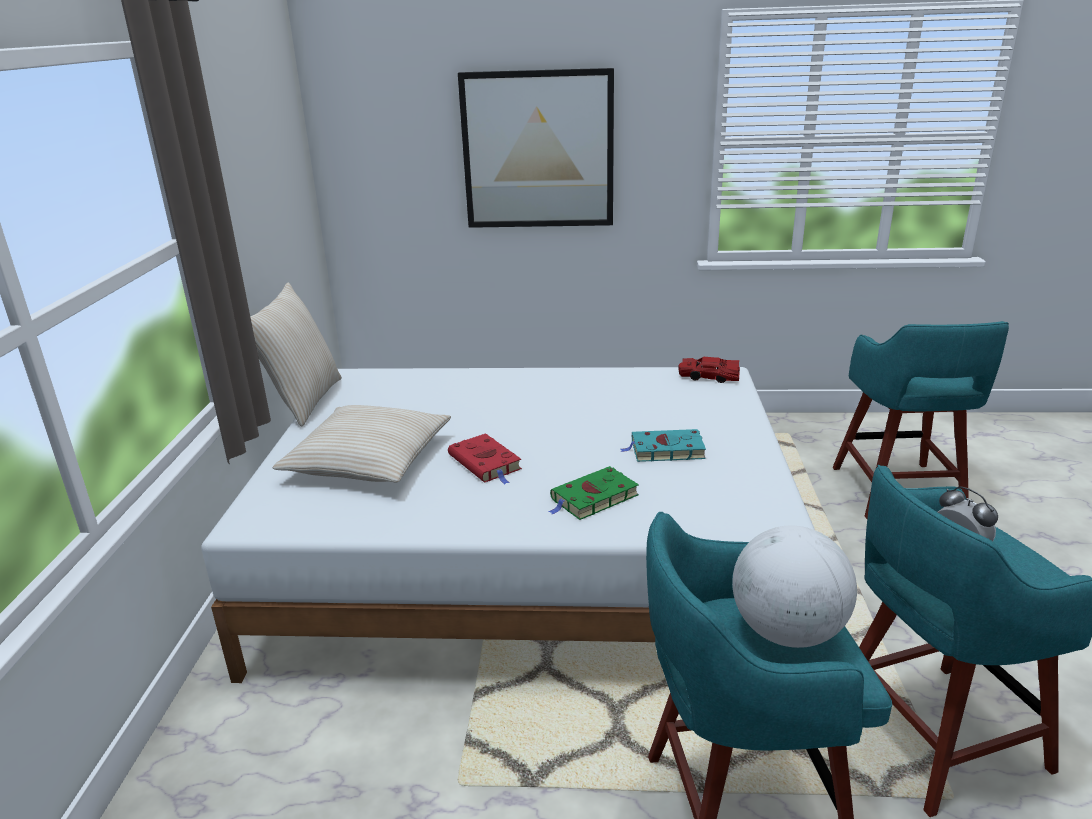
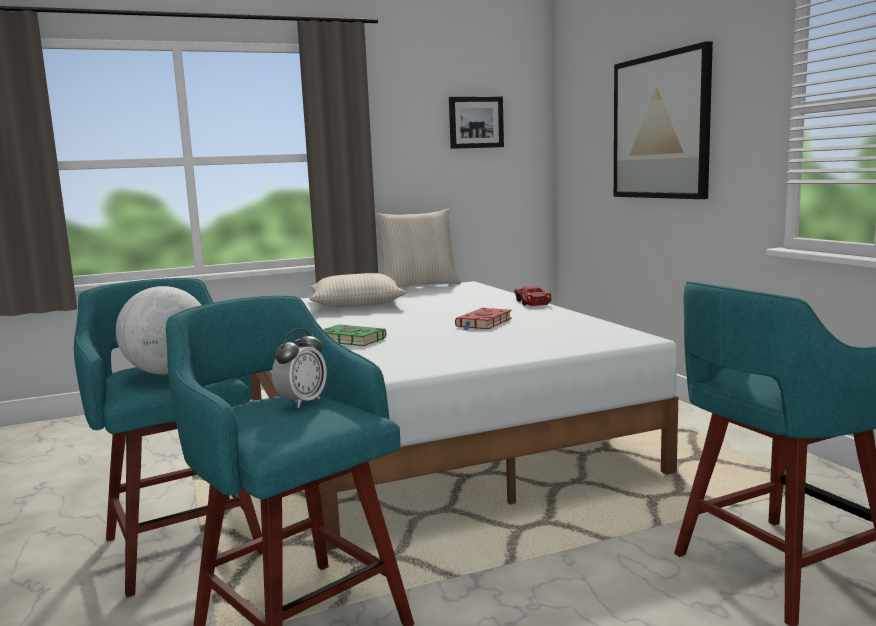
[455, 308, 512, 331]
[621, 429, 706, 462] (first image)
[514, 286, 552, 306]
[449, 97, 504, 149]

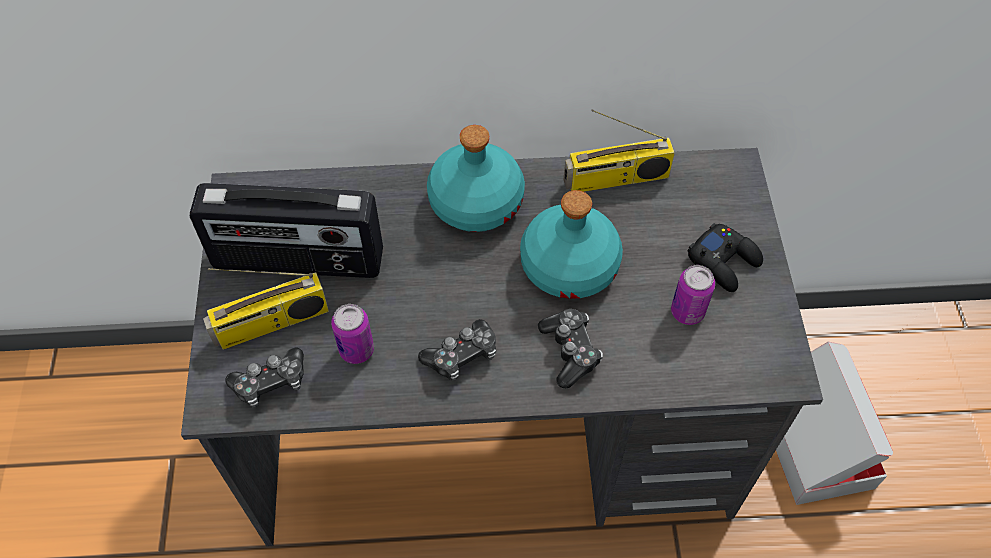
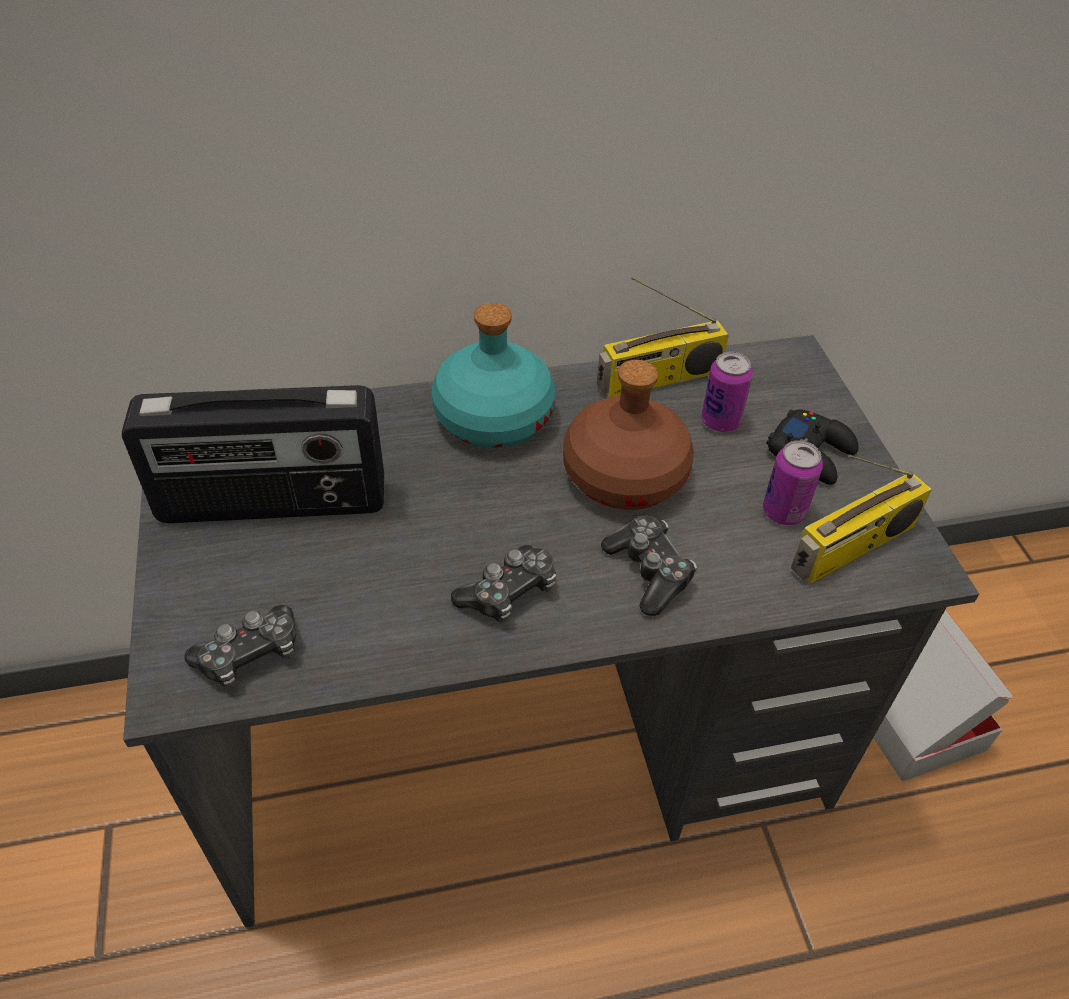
[791, 455, 932, 584]
[701, 352, 753, 432]
[563, 360, 694, 510]

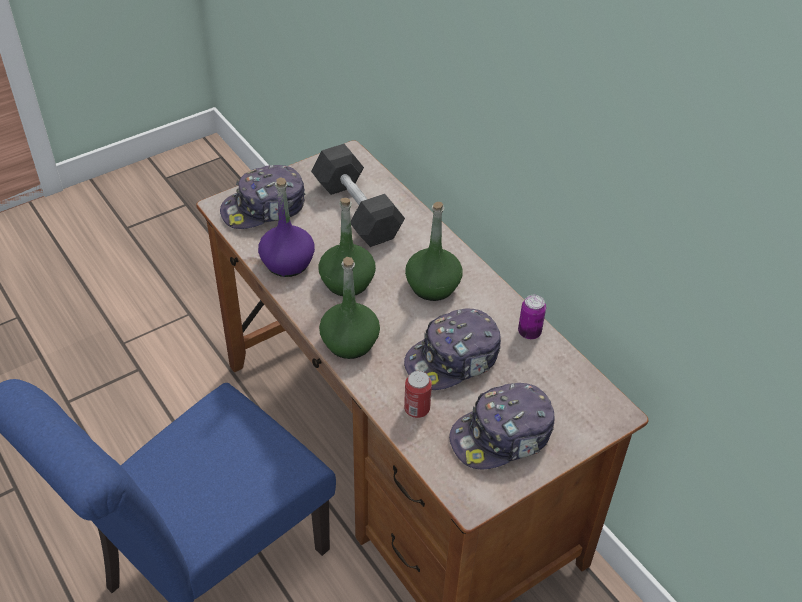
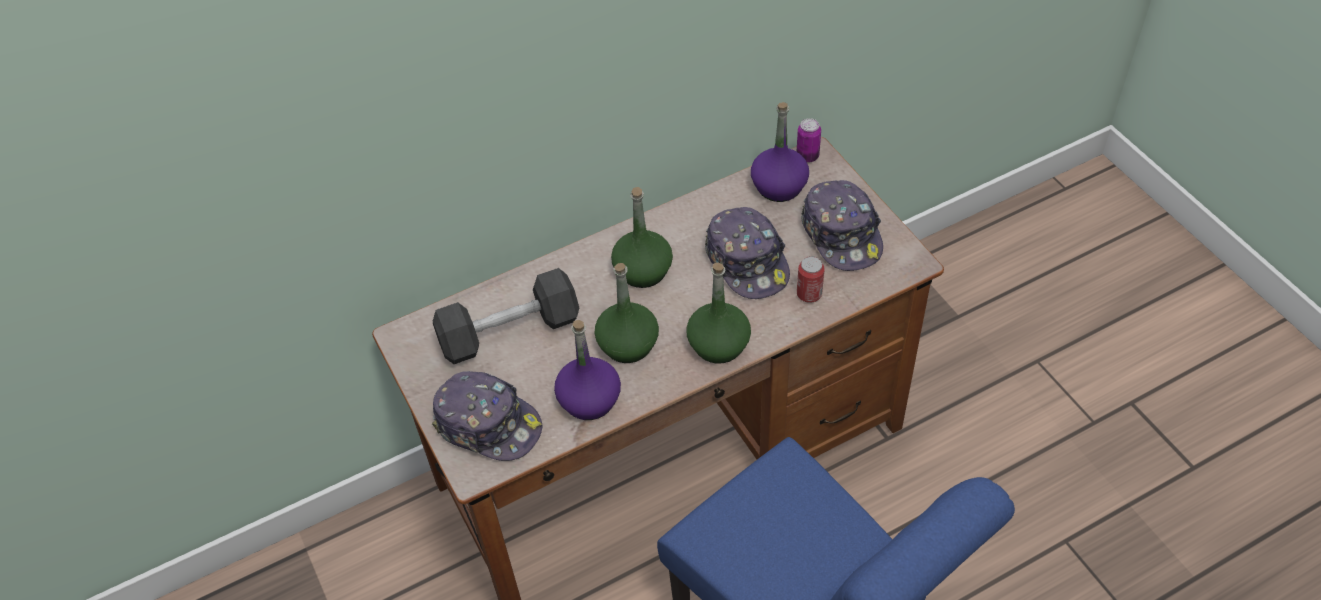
[432, 371, 542, 461]
[796, 118, 821, 163]
[751, 102, 809, 202]

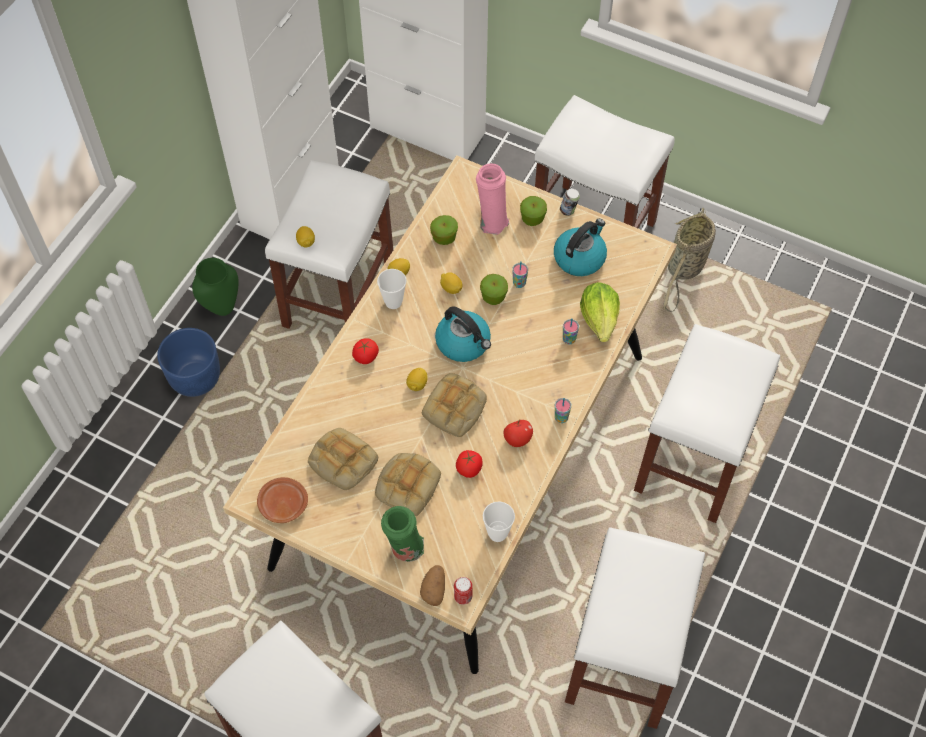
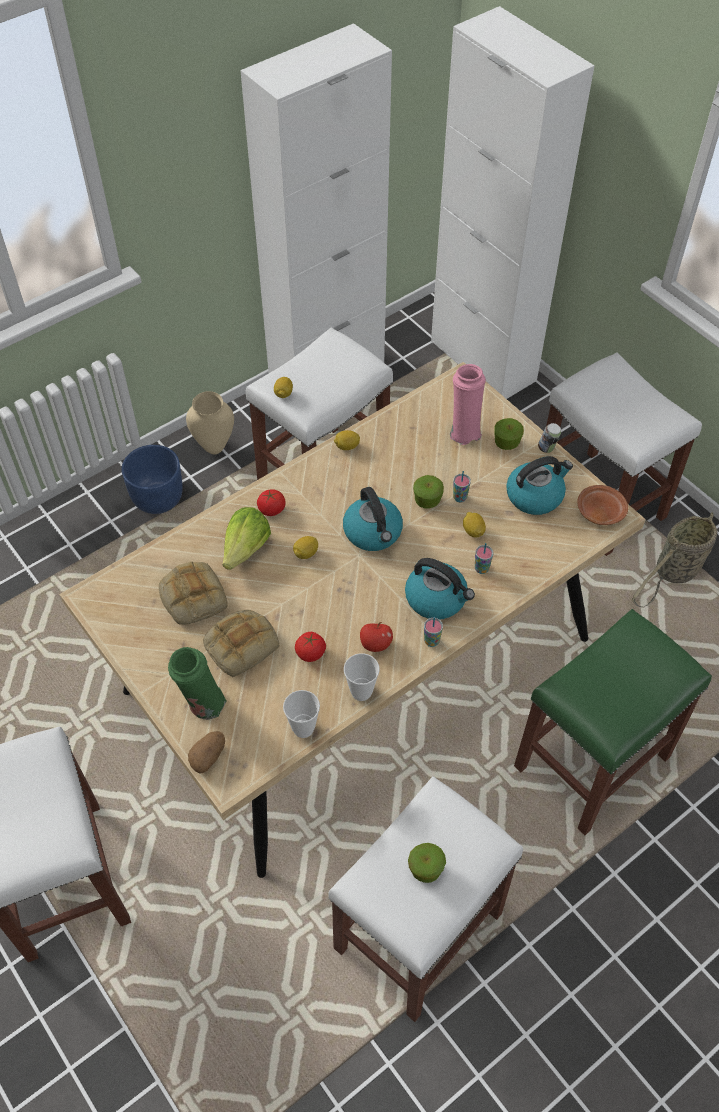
[186, 391, 234, 455]
[577, 485, 628, 525]
[344, 653, 380, 701]
[422, 373, 487, 437] (first image)
[408, 843, 446, 883]
[463, 512, 486, 537]
[454, 577, 473, 605] (first image)
[223, 507, 271, 570]
[514, 609, 712, 835]
[405, 558, 475, 620]

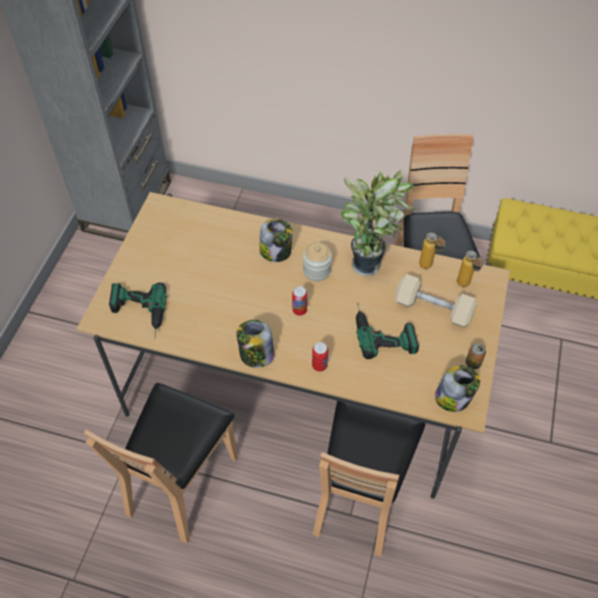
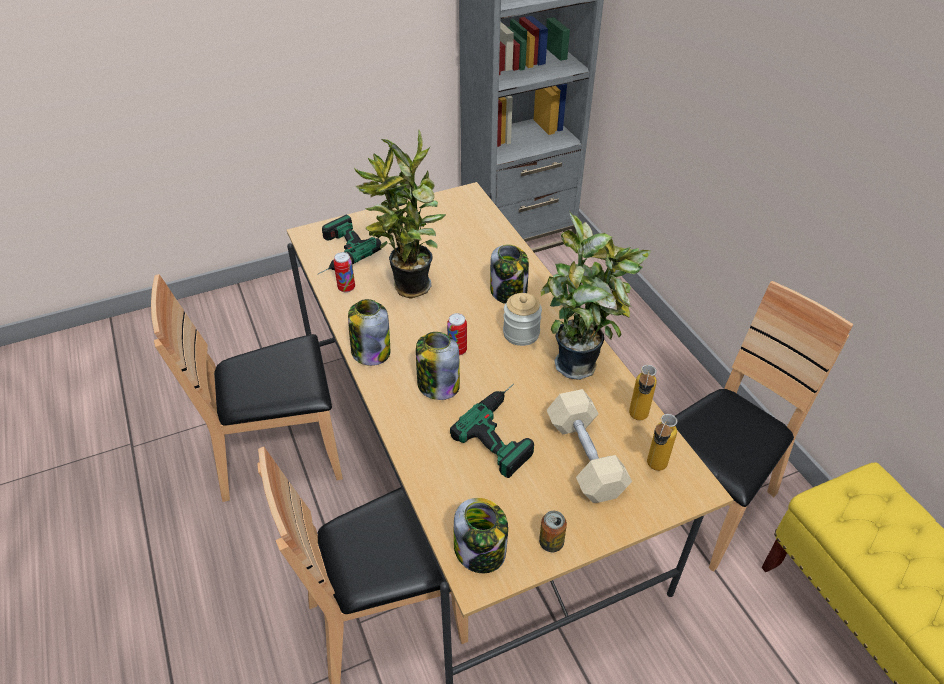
[334, 252, 355, 293]
[354, 130, 446, 299]
[416, 332, 460, 400]

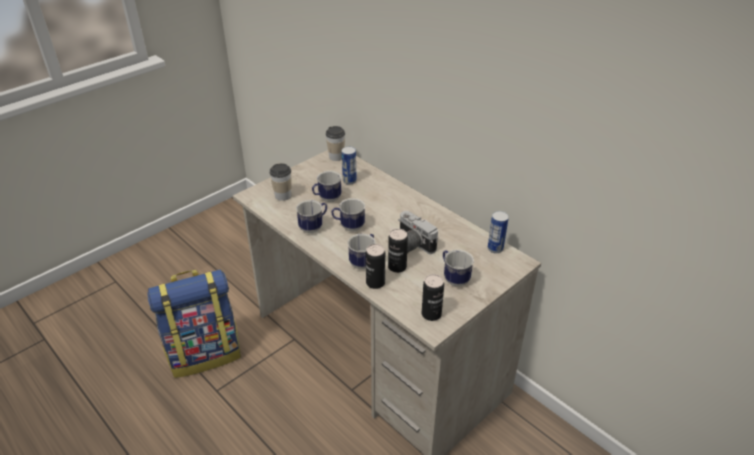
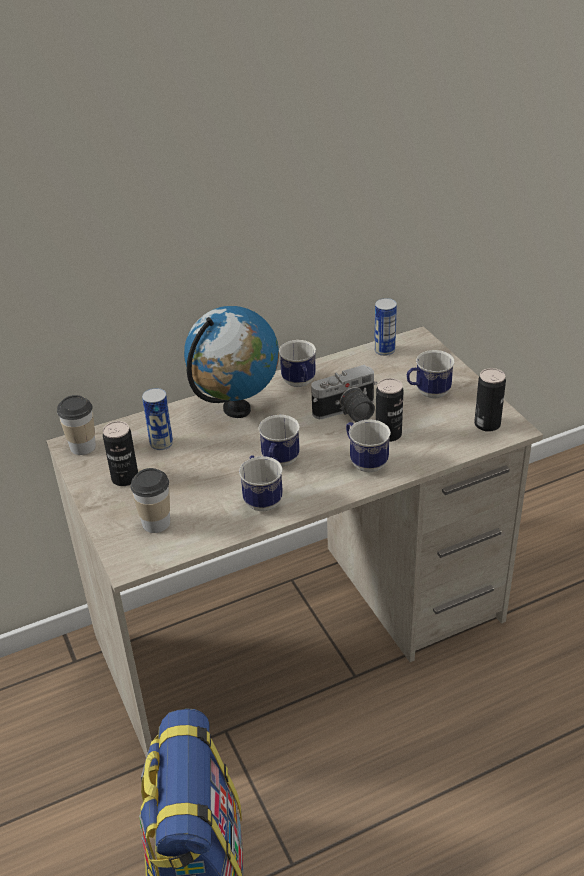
[279, 340, 316, 387]
[103, 421, 138, 486]
[184, 306, 279, 418]

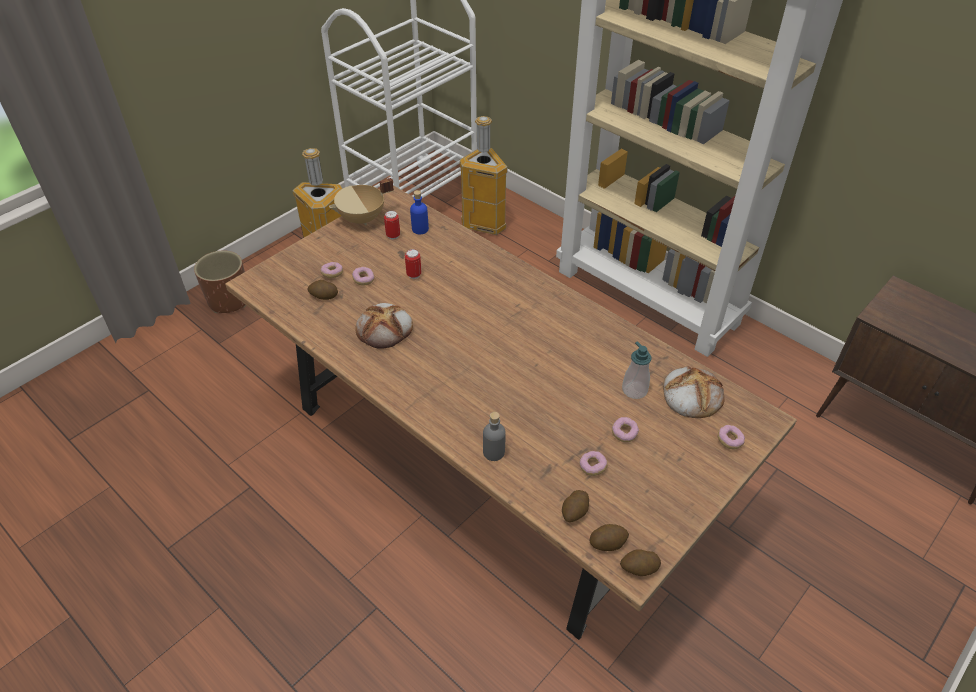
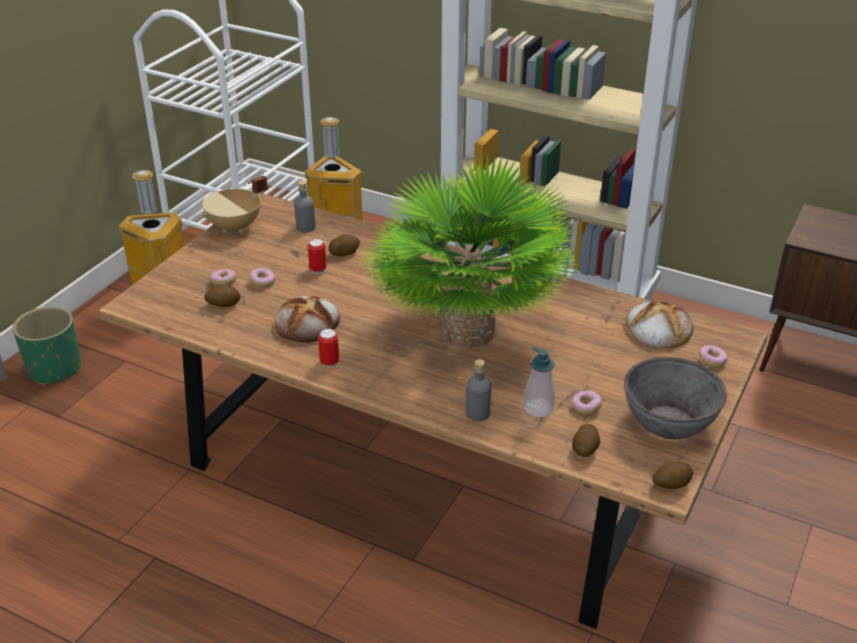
[13, 306, 81, 385]
[318, 329, 339, 367]
[294, 180, 316, 232]
[329, 234, 360, 256]
[612, 417, 639, 442] (first image)
[524, 346, 555, 418]
[360, 153, 580, 348]
[624, 357, 727, 439]

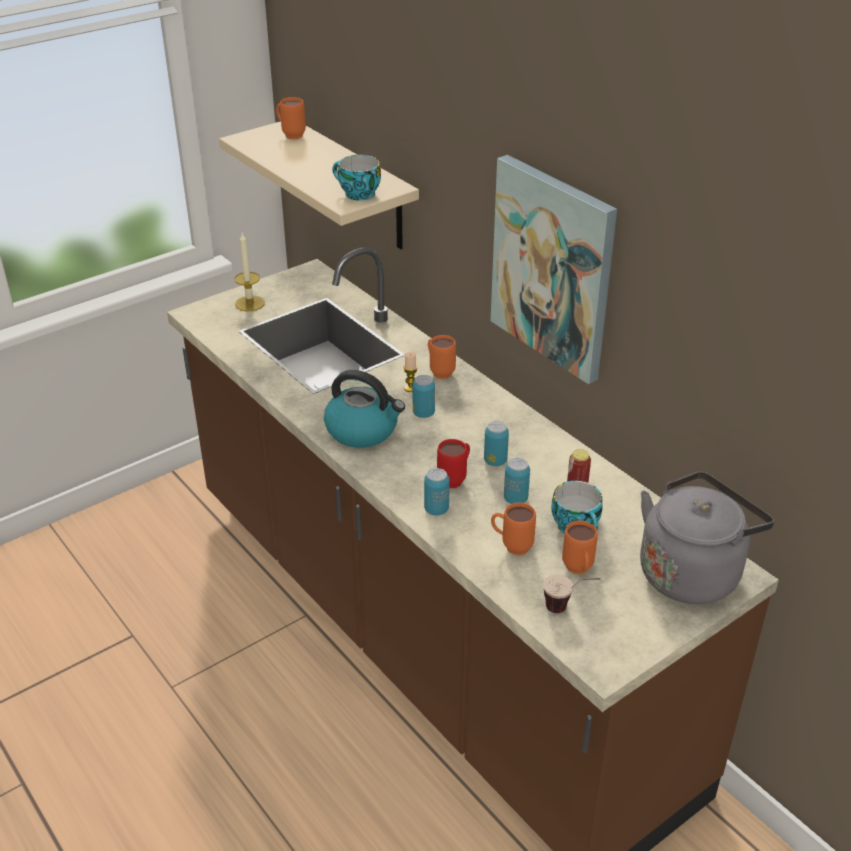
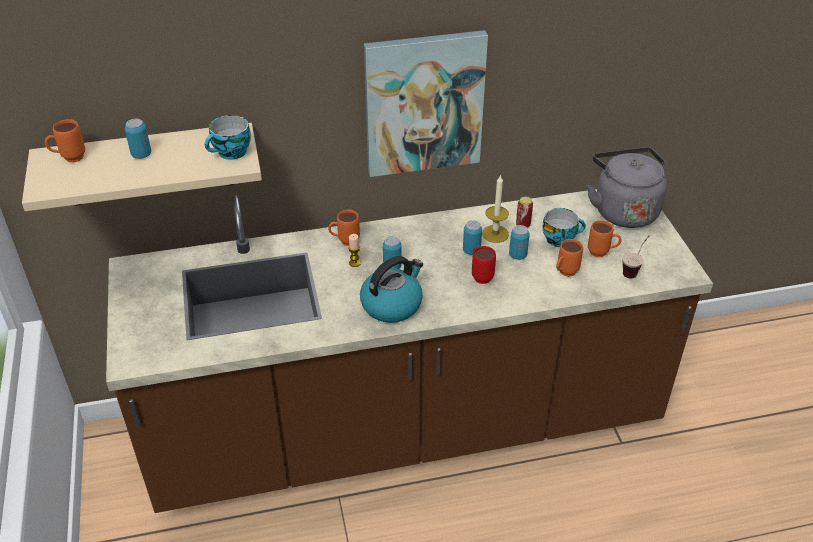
[482, 174, 509, 243]
[125, 119, 151, 159]

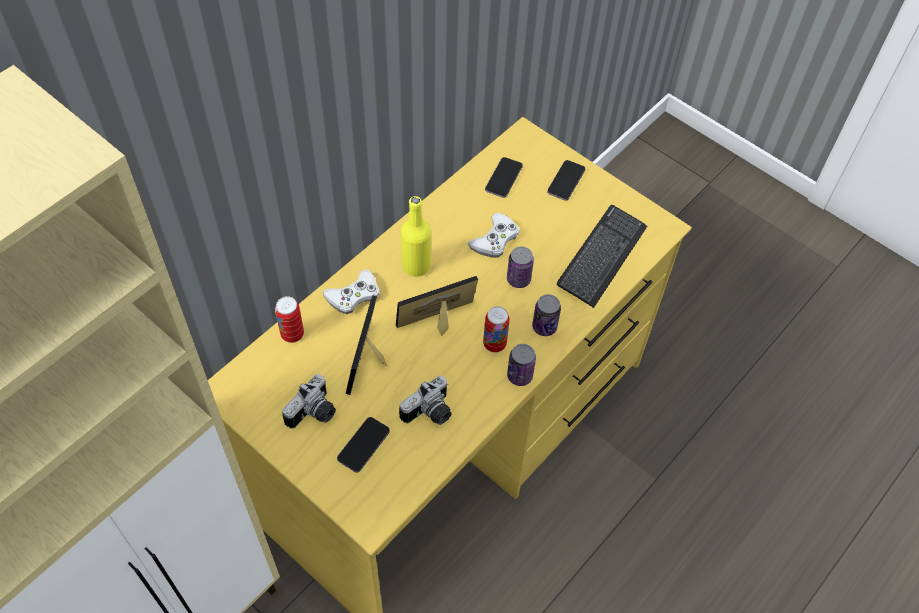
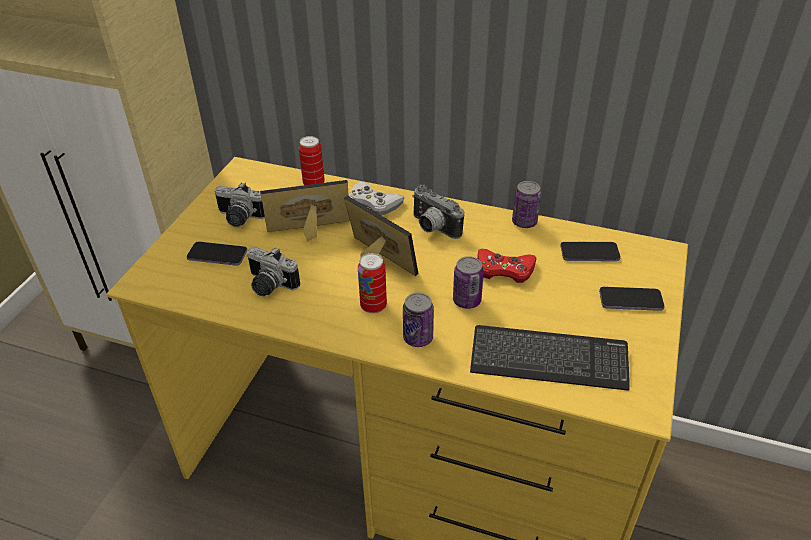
[412, 184, 464, 239]
[477, 249, 536, 283]
[512, 181, 541, 228]

